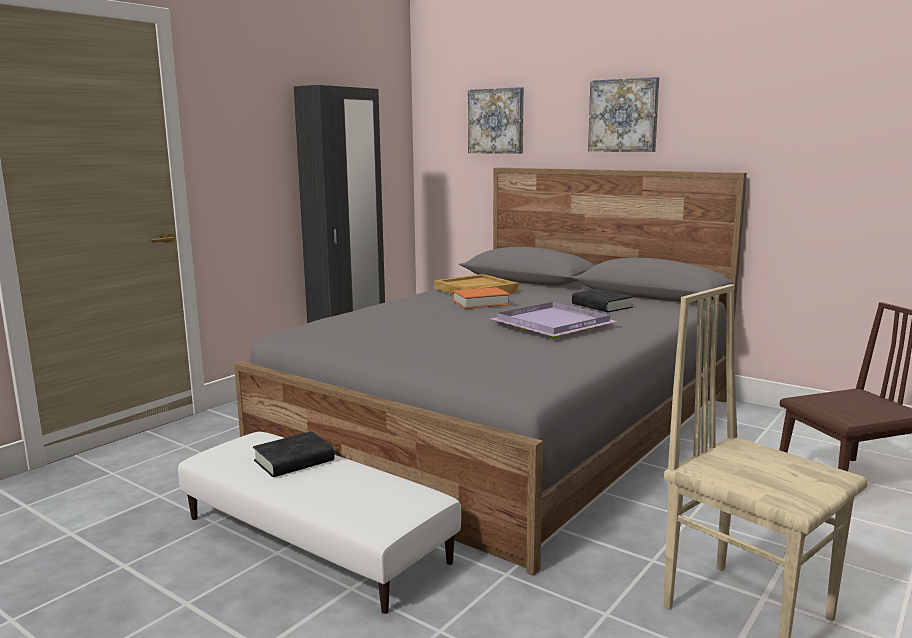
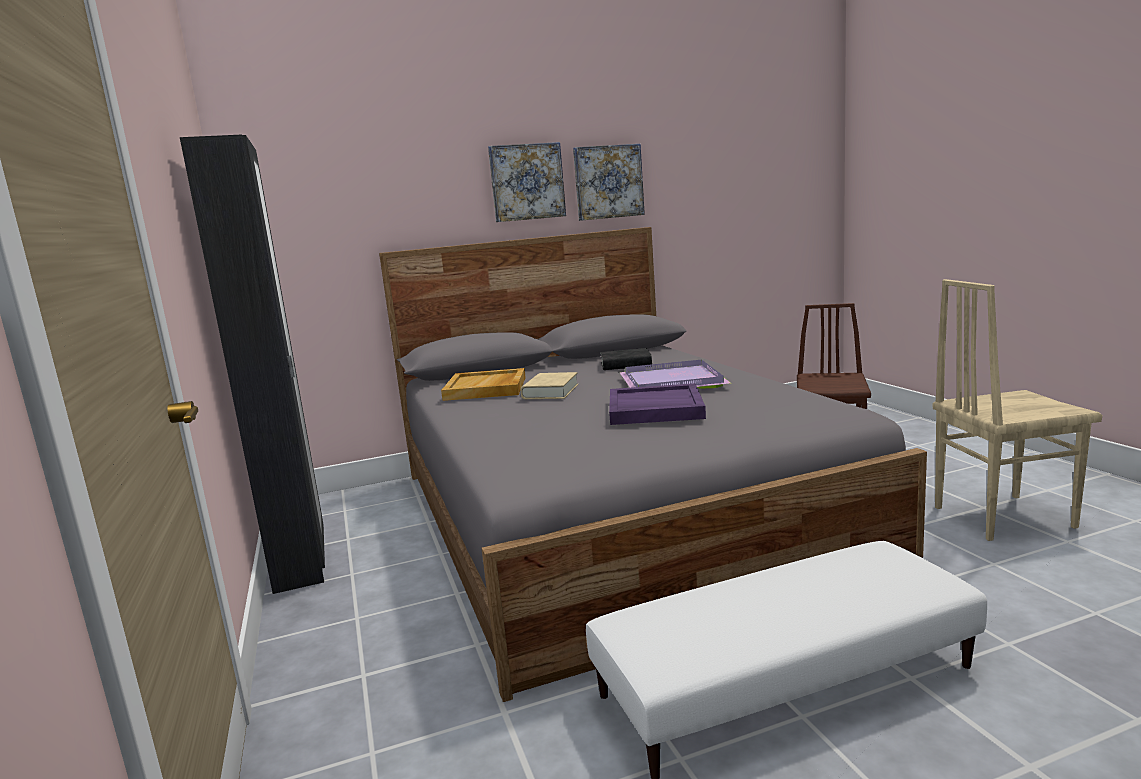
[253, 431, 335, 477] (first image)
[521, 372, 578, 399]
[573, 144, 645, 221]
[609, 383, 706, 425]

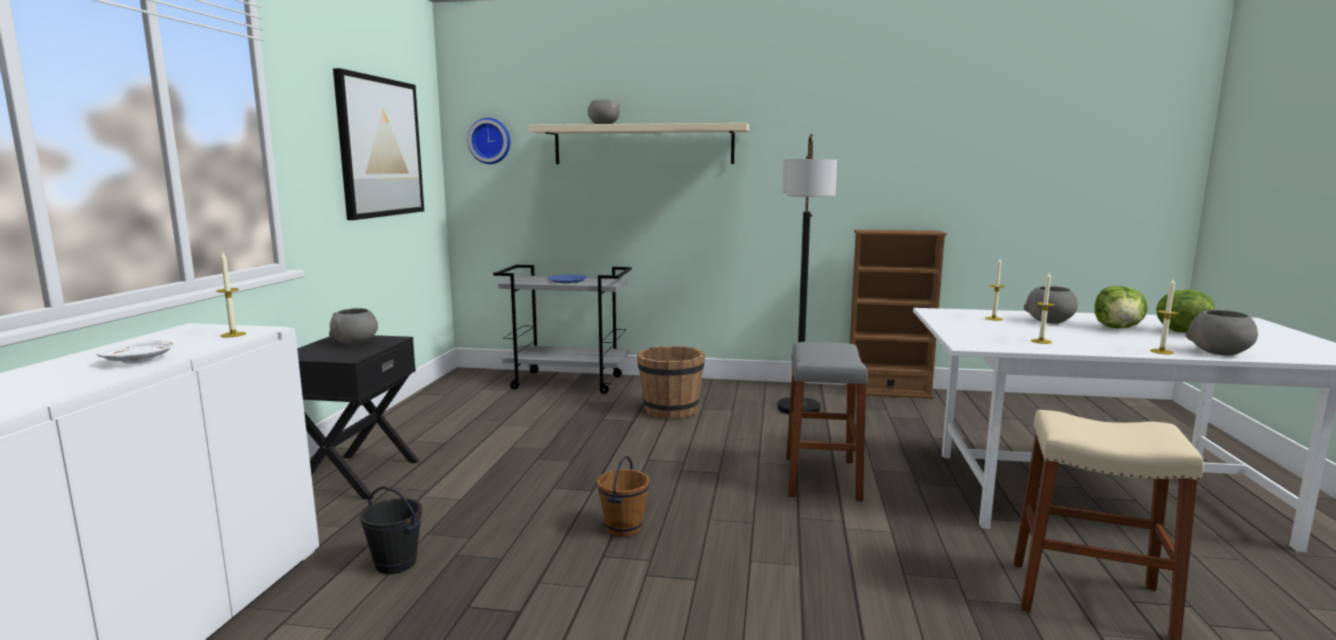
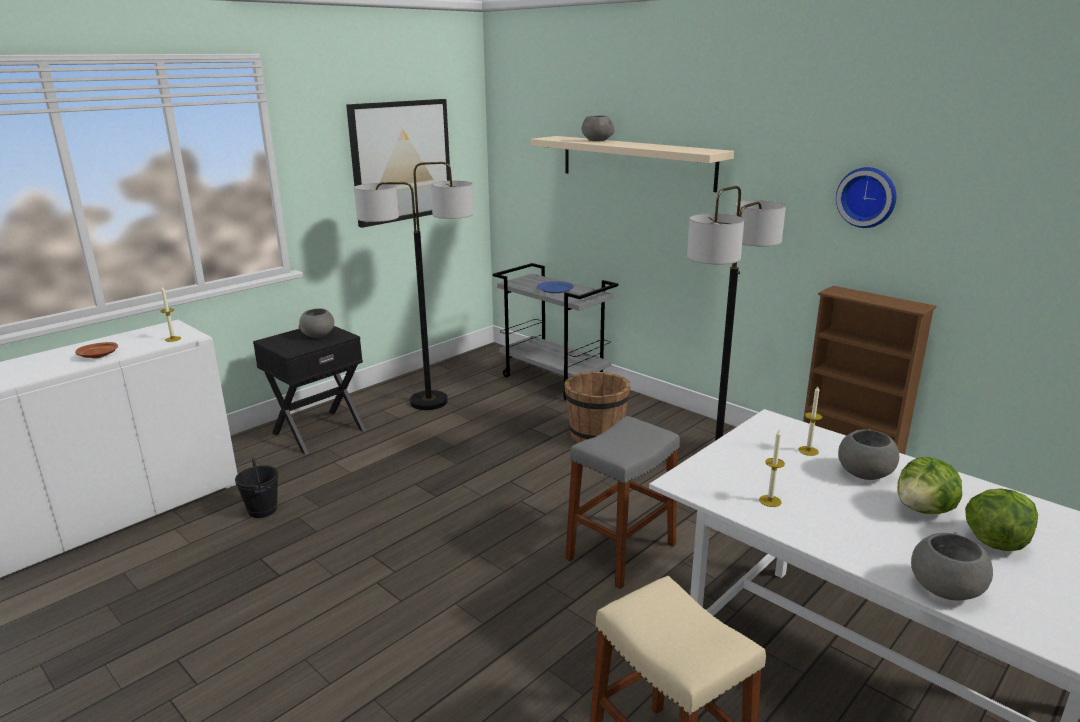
[75, 342, 118, 358]
[836, 167, 896, 228]
[597, 456, 650, 537] (first image)
[1150, 279, 1178, 354] (first image)
[354, 162, 473, 410]

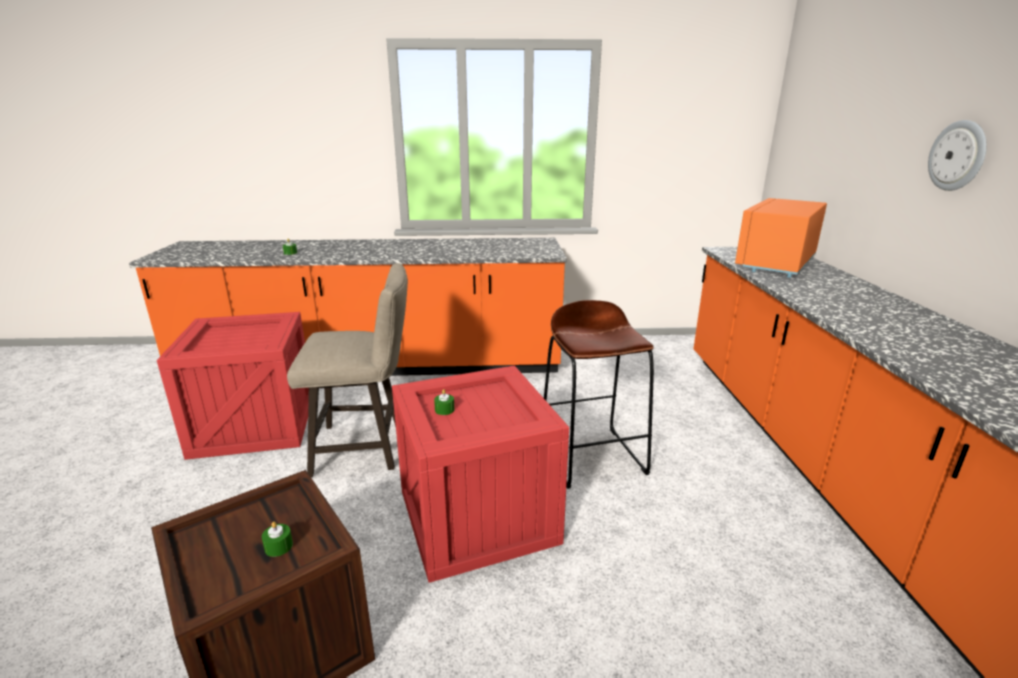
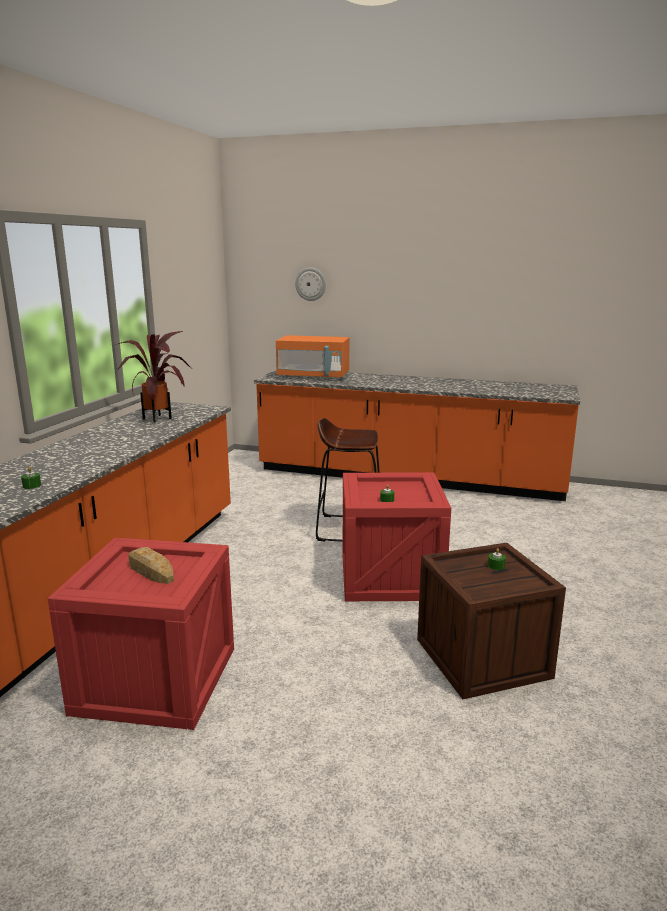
[287, 263, 408, 478] (first image)
[276, 335, 349, 380]
[295, 267, 326, 301]
[116, 331, 191, 423]
[128, 547, 174, 584]

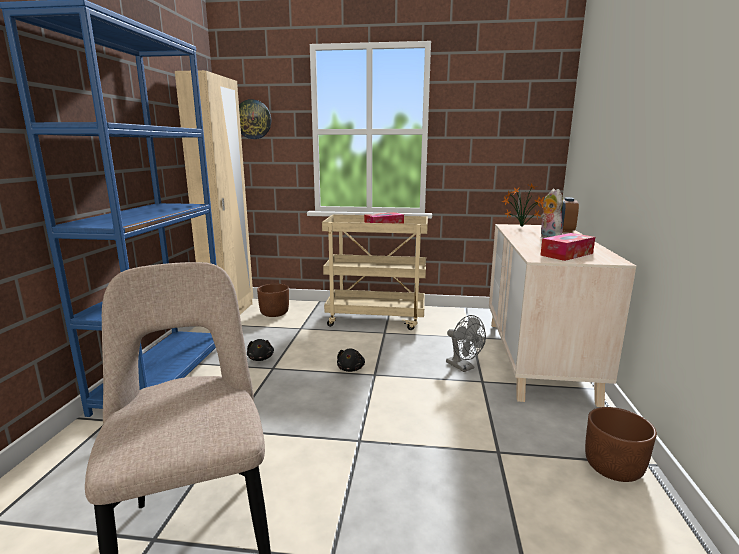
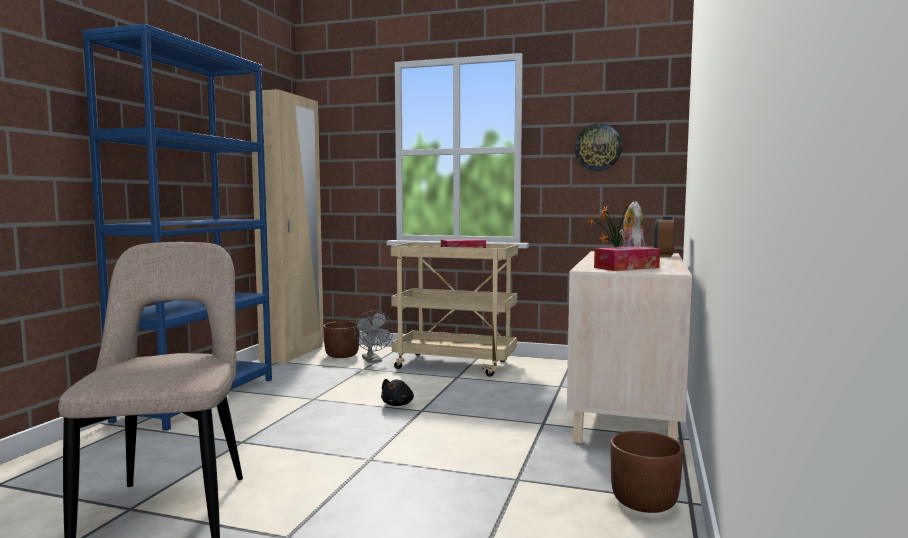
[574, 124, 622, 171]
[247, 339, 274, 361] (first image)
[354, 310, 393, 363]

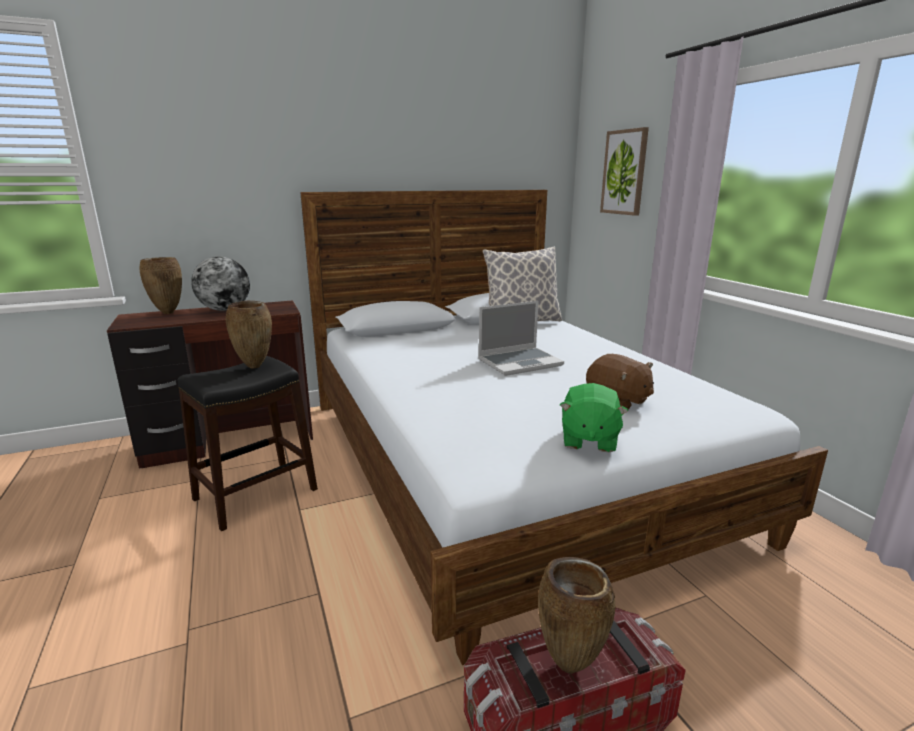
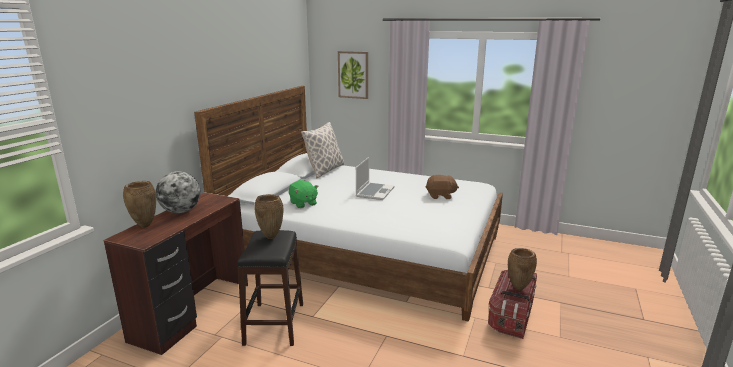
[289, 180, 319, 208]

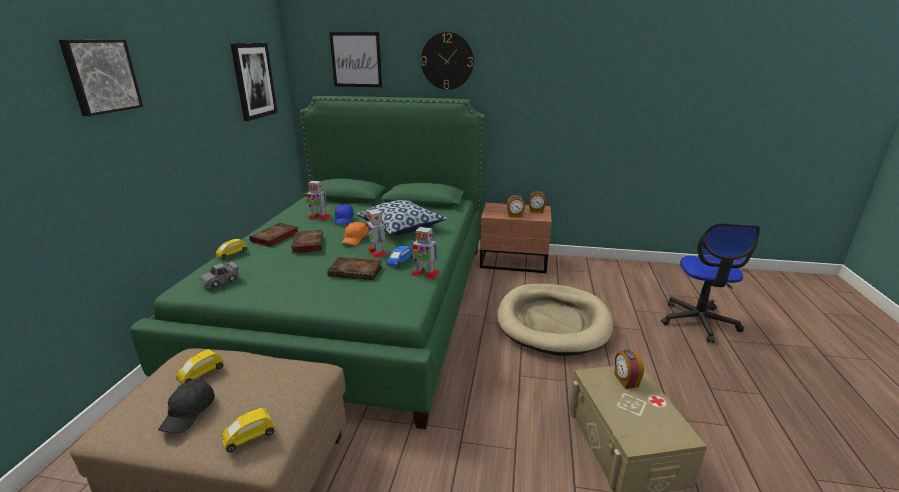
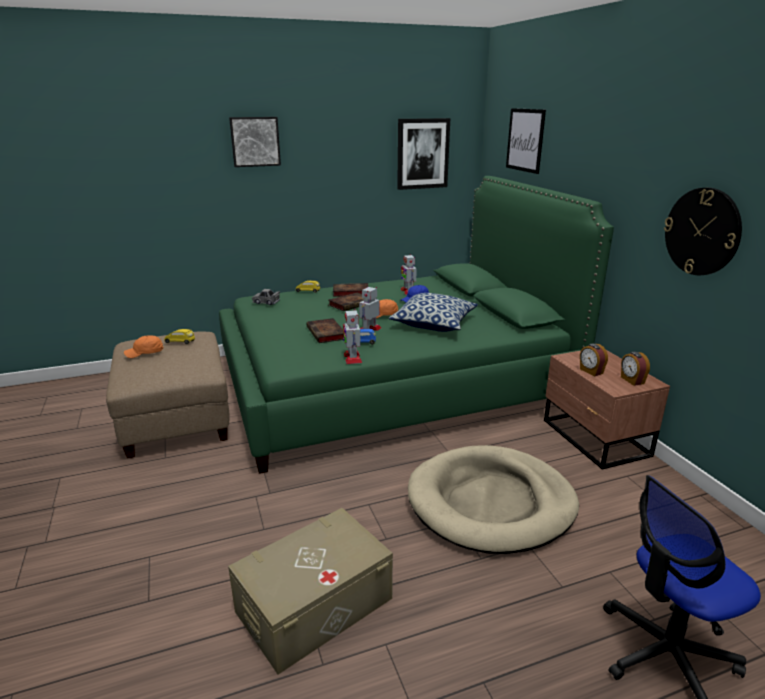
[124, 335, 163, 358]
[222, 407, 275, 452] (first image)
[664, 187, 742, 275]
[614, 350, 644, 389] (first image)

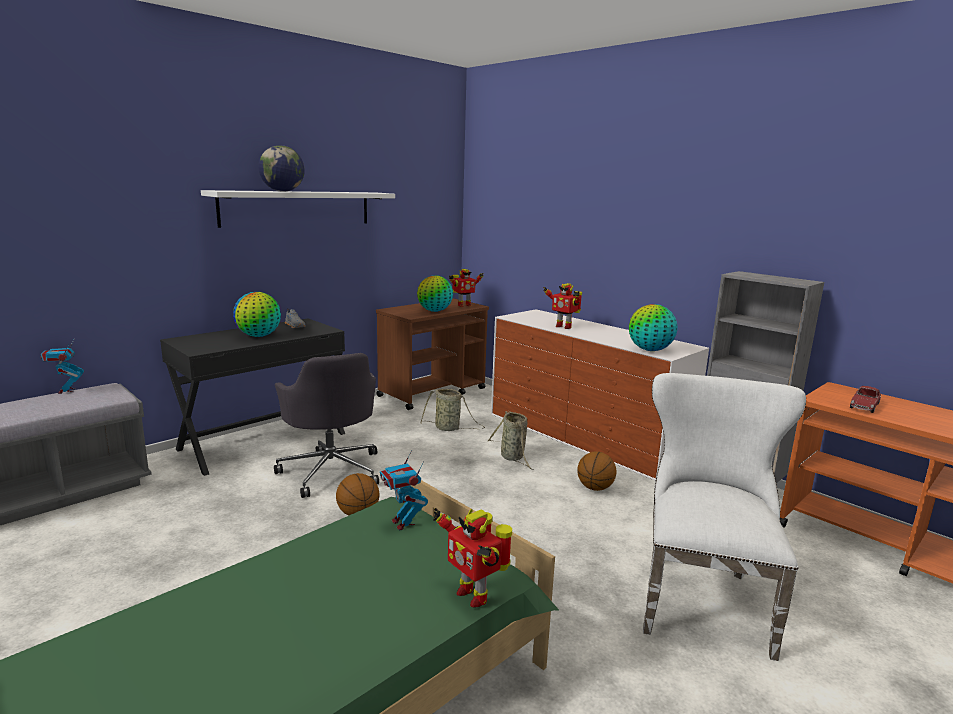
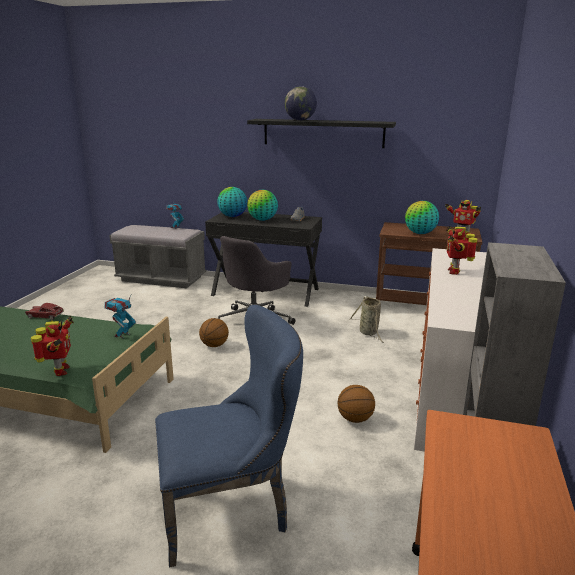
[247, 119, 396, 148]
[31, 315, 74, 376]
[488, 411, 533, 470] (first image)
[217, 187, 247, 217]
[155, 305, 303, 567]
[25, 303, 64, 320]

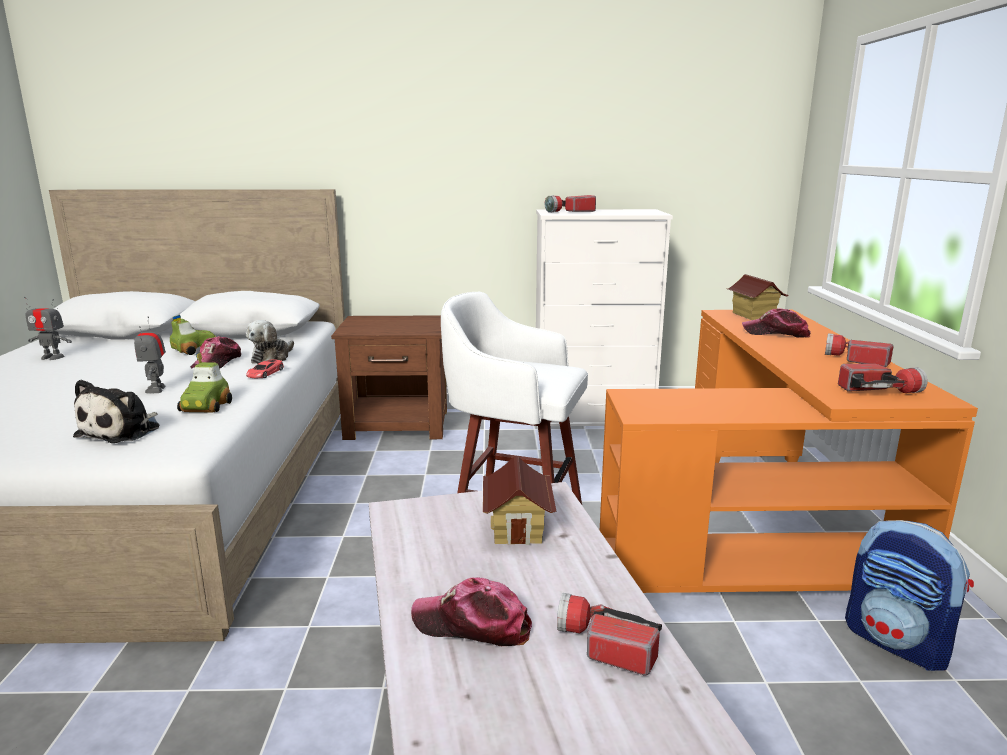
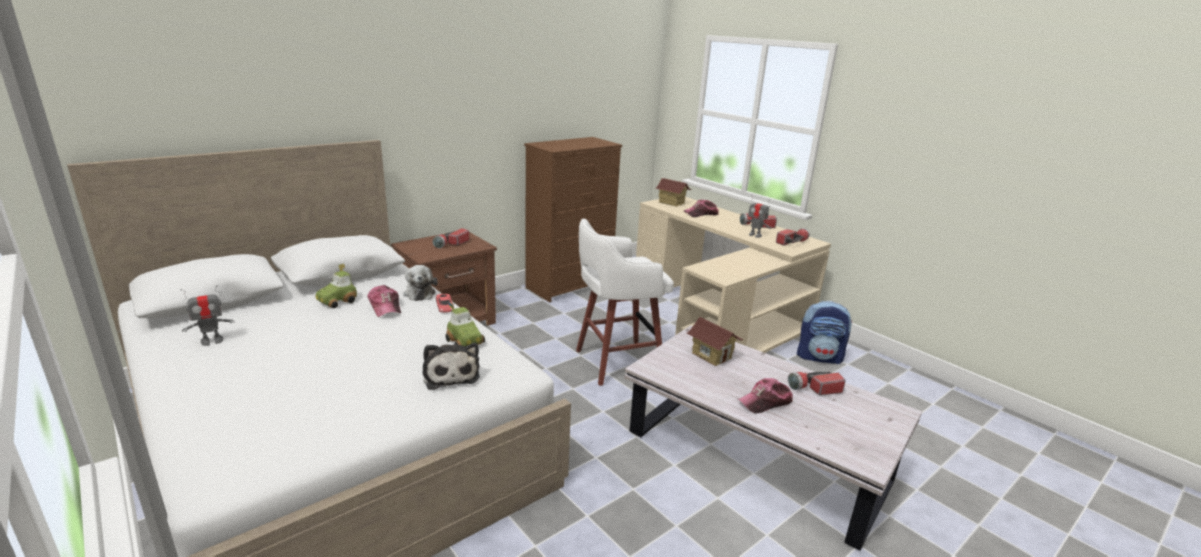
[743, 195, 771, 238]
[315, 264, 357, 308]
[524, 137, 622, 302]
[432, 228, 469, 248]
[636, 197, 831, 353]

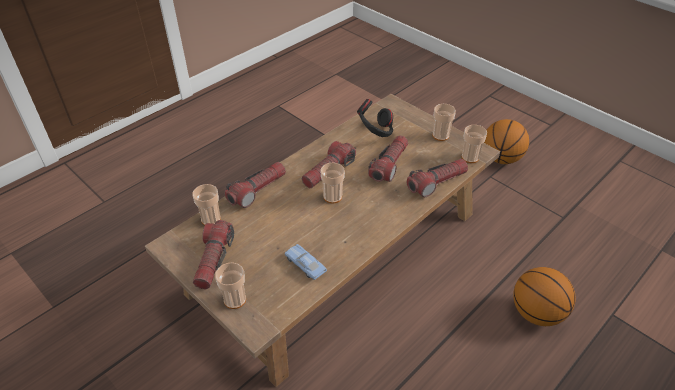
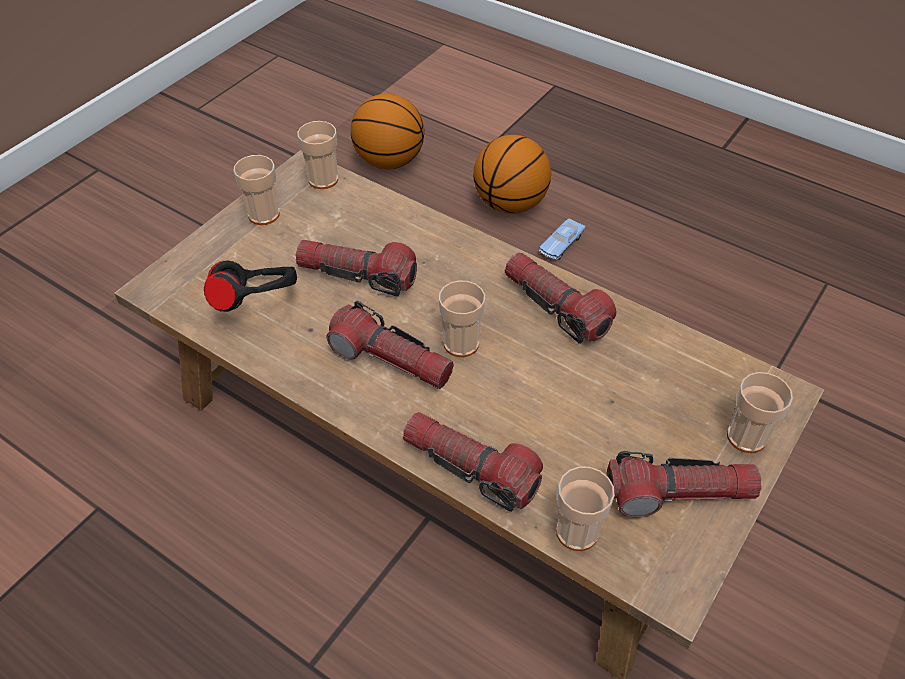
[539, 218, 586, 260]
[505, 253, 616, 344]
[351, 94, 425, 169]

